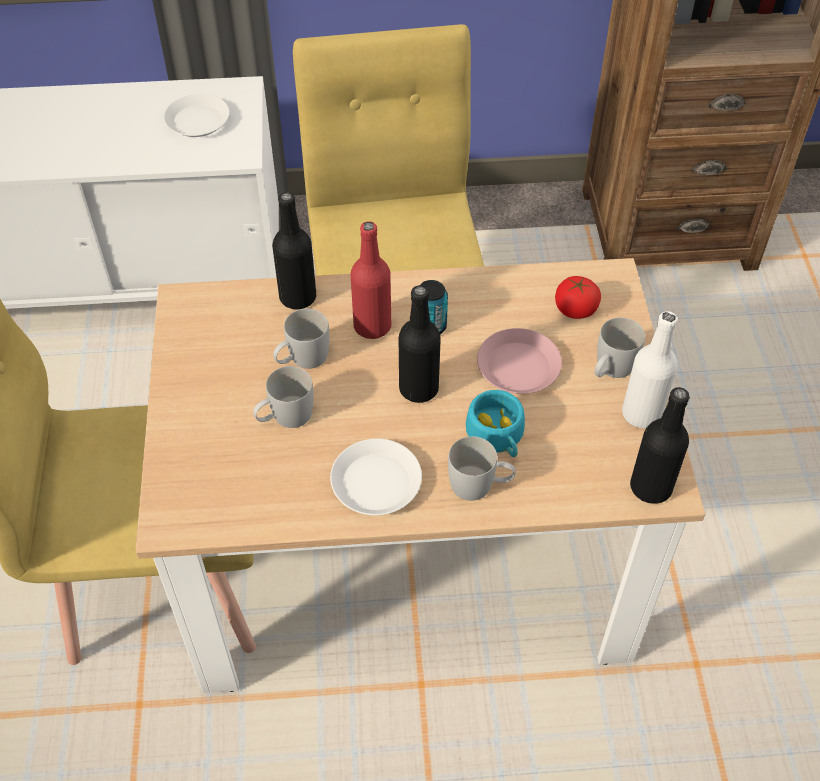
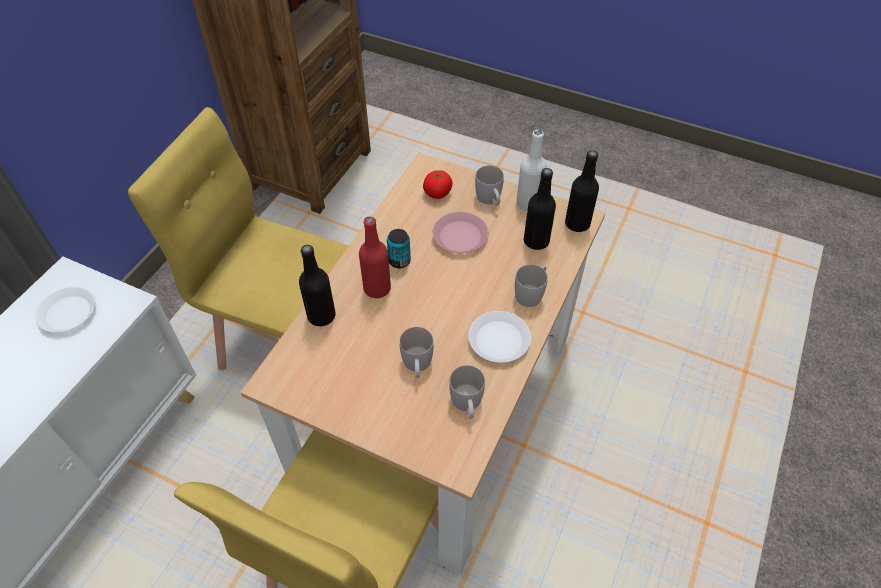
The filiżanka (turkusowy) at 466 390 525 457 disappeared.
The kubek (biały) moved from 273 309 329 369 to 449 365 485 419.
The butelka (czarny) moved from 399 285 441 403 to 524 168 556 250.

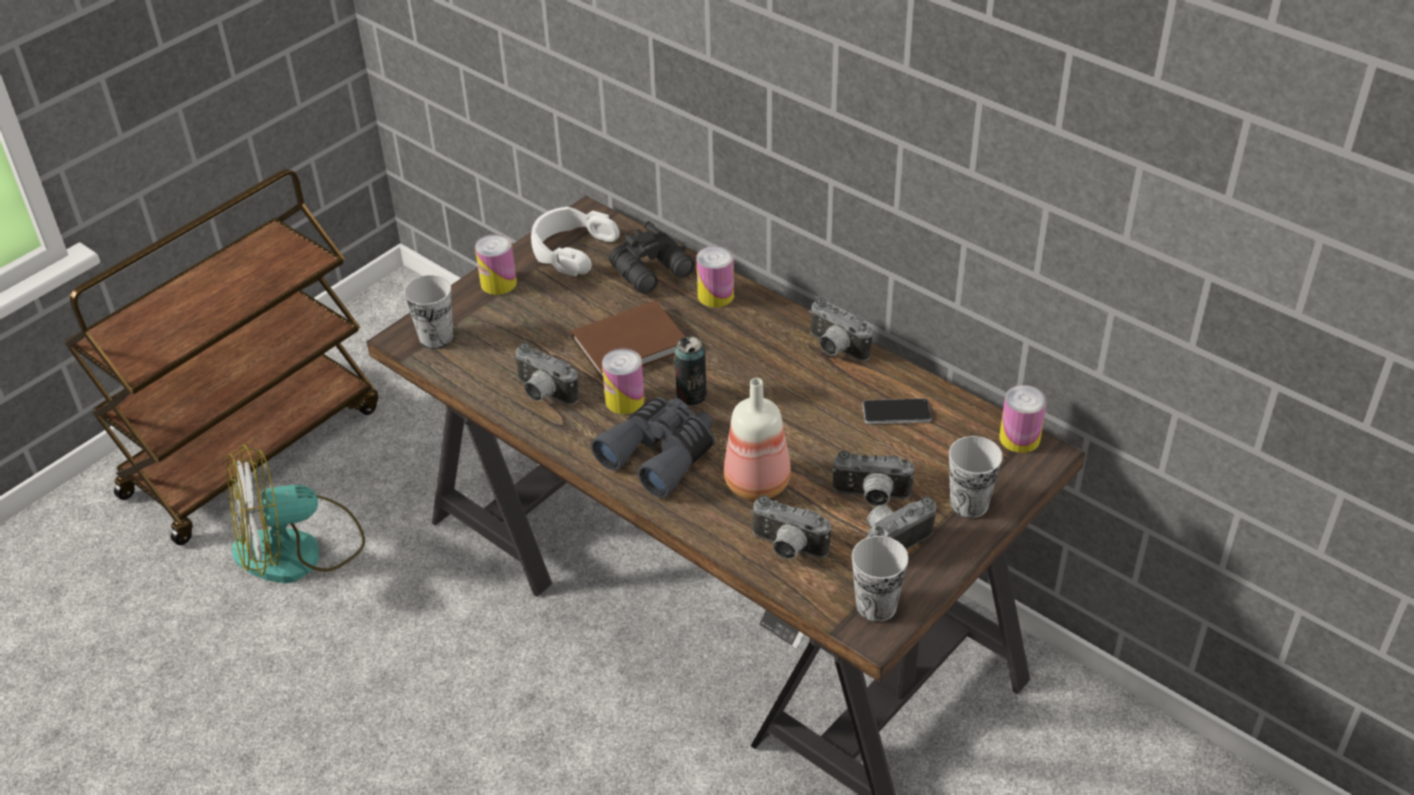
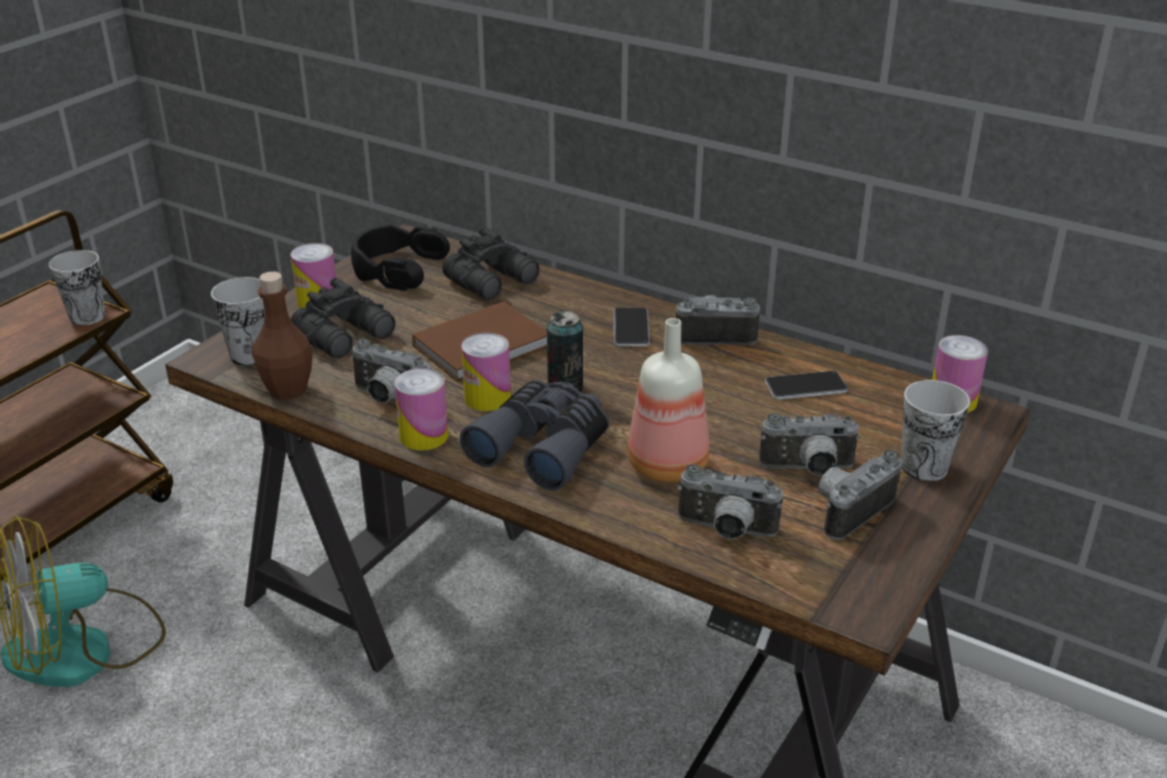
The butelka (brązowy) at 252 272 313 400 appeared.
The lornetka (czarny) at 291 278 396 358 appeared.
The telefon at 614 308 650 346 appeared.
The puszka moved from 697 246 734 307 to 394 368 449 451.
The filiżanka moved from 852 536 909 622 to 49 250 105 325.
The słuchawki (biały) at 531 207 620 276 became the słuchawki (czarny) at 351 224 450 291.
The aparat fotograficzny at 809 298 873 361 turned 150 degrees clockwise.

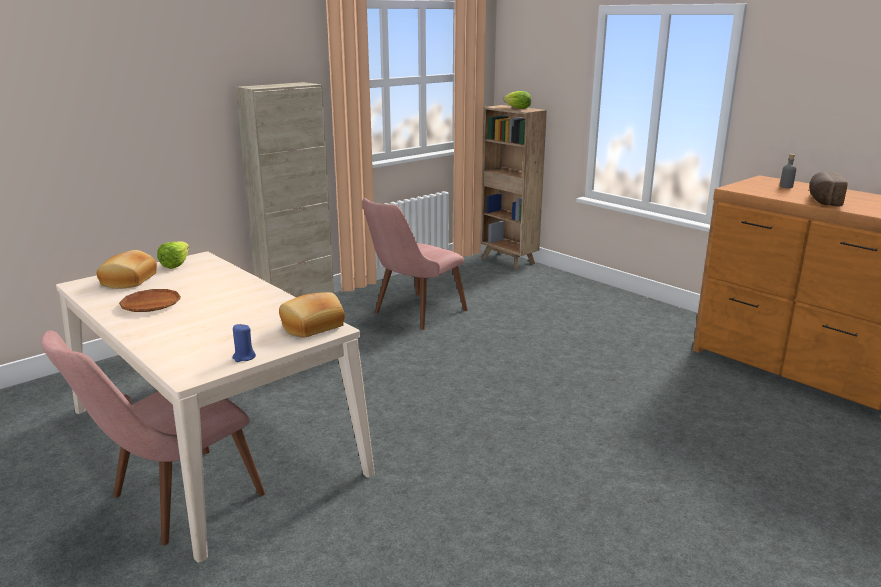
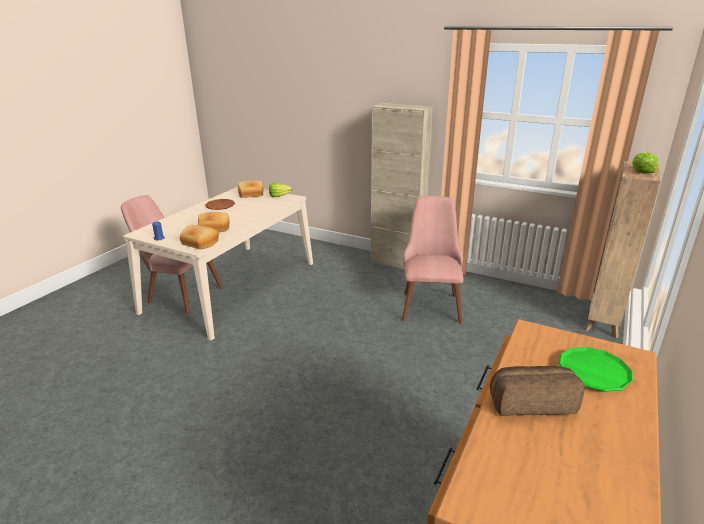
The chleb at 198 212 229 232 appeared.
The butelka (szary) at 780 154 796 188 was replaced by the talerz (zielony) at 559 347 633 392.
The krzesło (różowy) at 362 198 468 330 turned 75 degrees clockwise.

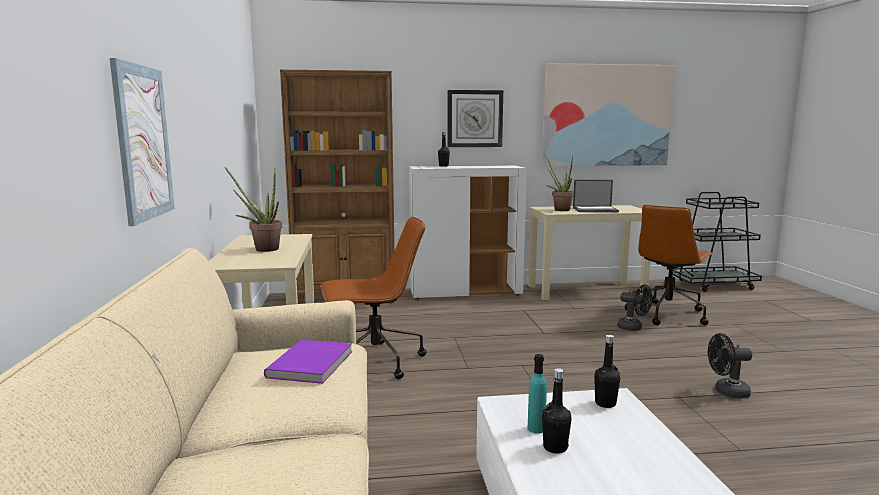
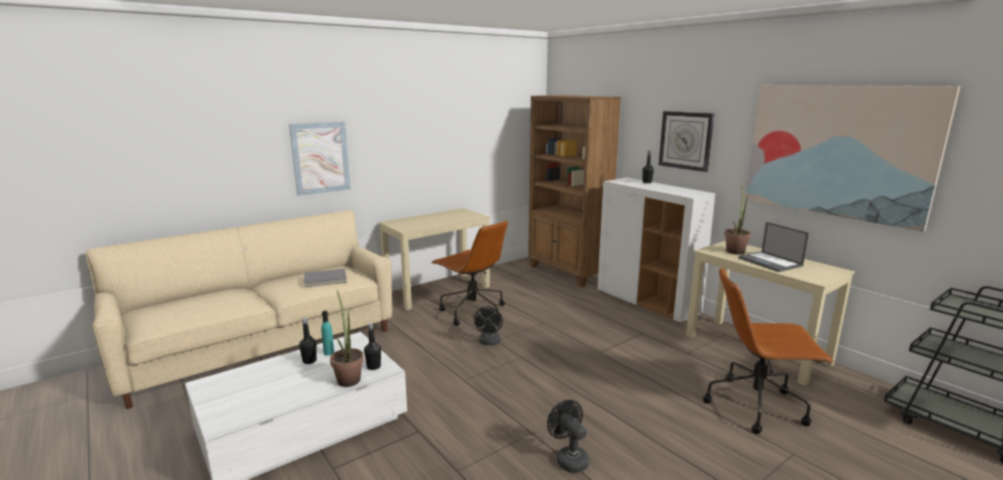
The roślina doniczkowa moved from 224 166 282 252 to 330 290 364 387.
The wentylator (czarny) moved from 617 285 652 331 to 474 306 503 345.
The książka (fioletowy) at 264 340 352 384 became the książka (szary) at 304 269 347 287.

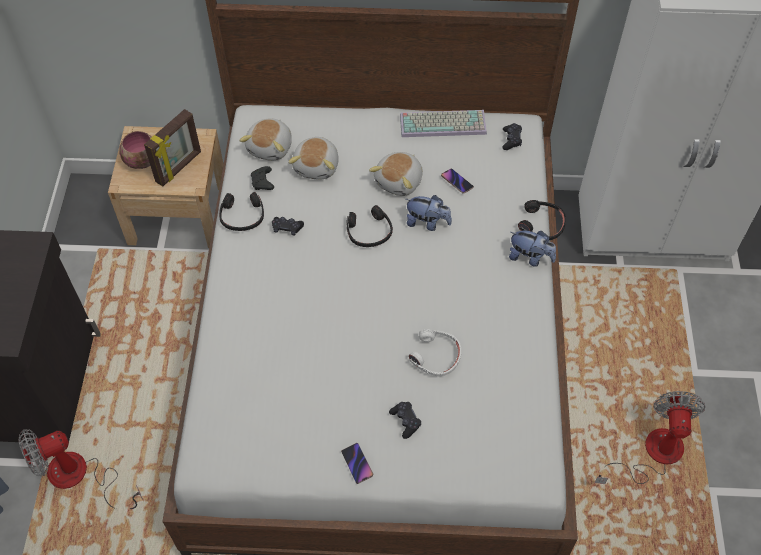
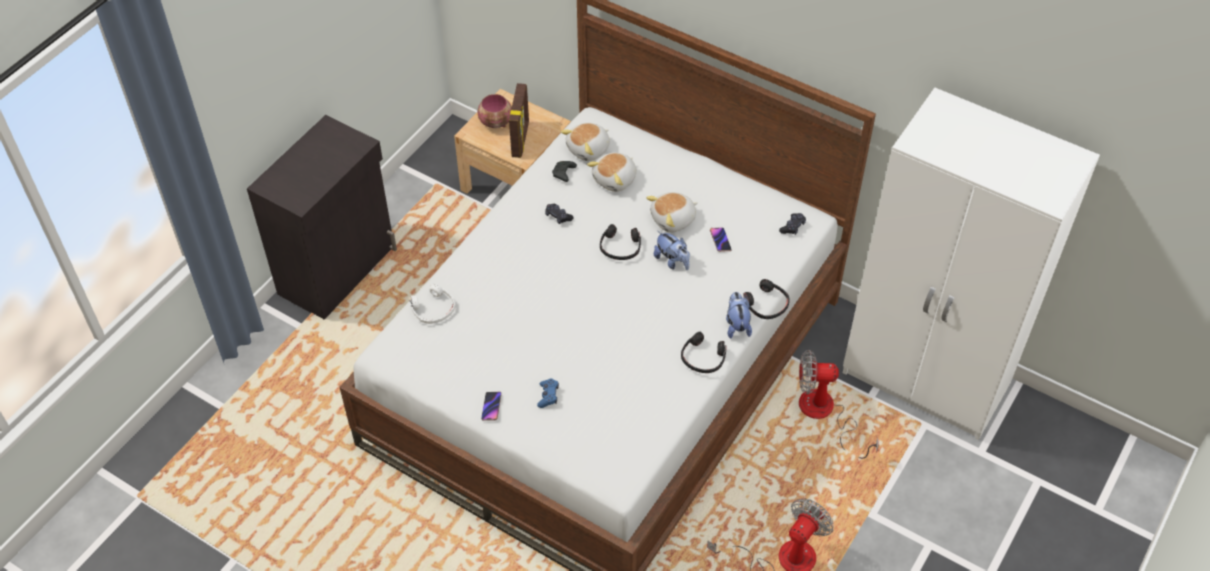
The klawiatura at 400 110 487 137 disappeared.
The wentylator moved from 18 429 143 509 to 799 350 879 459.
The słuchawki (czarny) moved from 219 192 264 231 to 681 332 727 373.
The słuchawki (biały) moved from 408 329 461 376 to 409 283 455 324.
The pad do gier (czarny) at 389 402 421 439 became the pad do gier (niebieski) at 537 379 559 408.
The ramka na zdjęcie at 144 109 201 186 turned 60 degrees counterclockwise.
The pluszak at 509 230 556 267 turned 150 degrees counterclockwise.

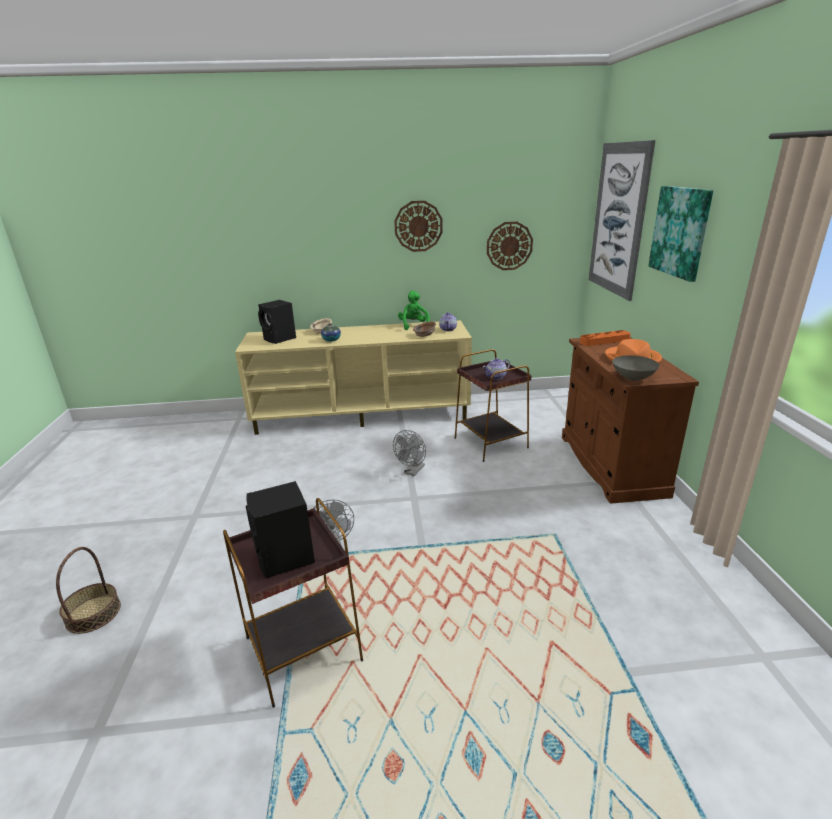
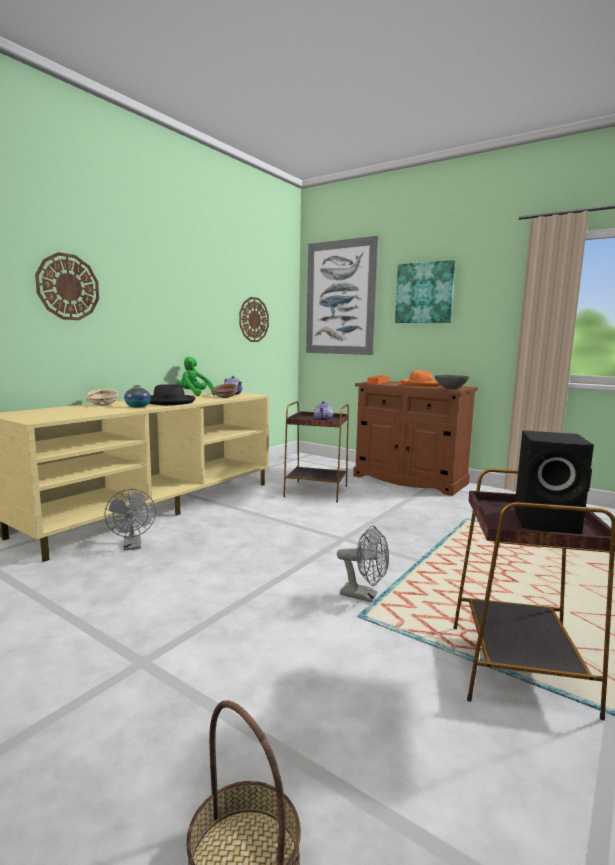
The głośnik (czarny) at 258 300 296 344 disappeared.
The kapelusz (czarny) at 149 384 196 405 appeared.
The wentylator (szary) moved from 393 430 426 476 to 104 489 156 550.
The zegar ścienny moved from 394 201 443 252 to 35 252 99 320.

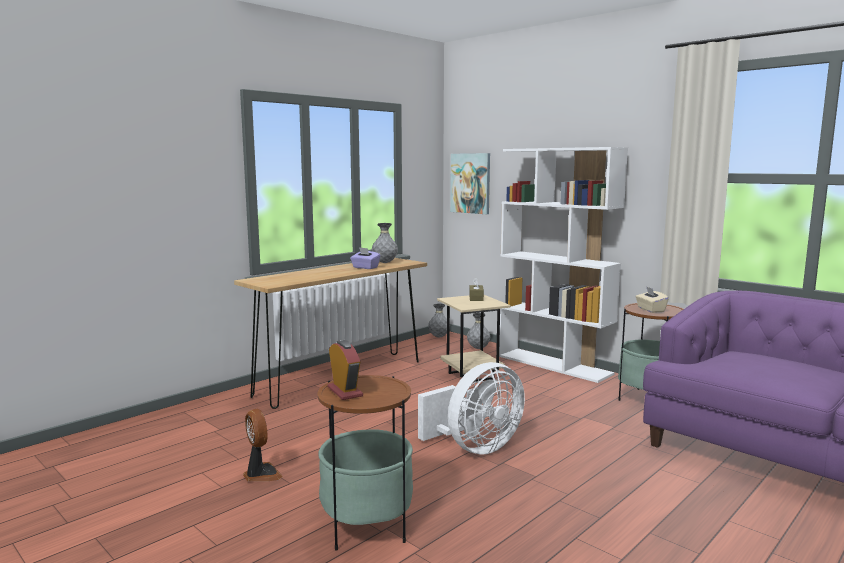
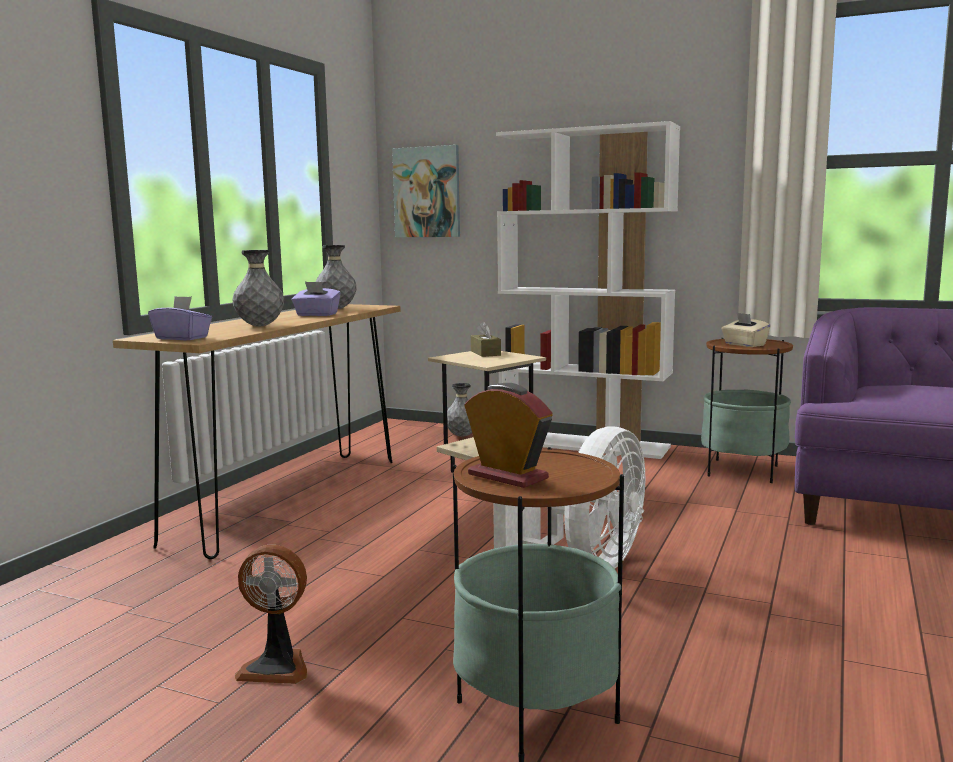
The pudełko chusteczek (fioletowy) at 148 296 212 340 appeared.
The wazon (szary) moved from 428 304 447 337 to 232 250 284 326.
The wentylator at 243 409 283 481 turned 150 degrees clockwise.

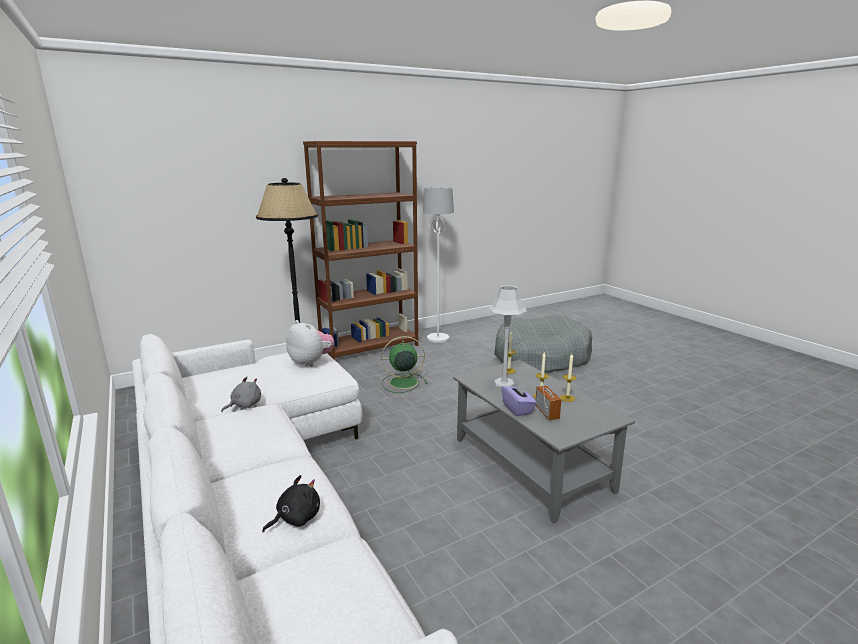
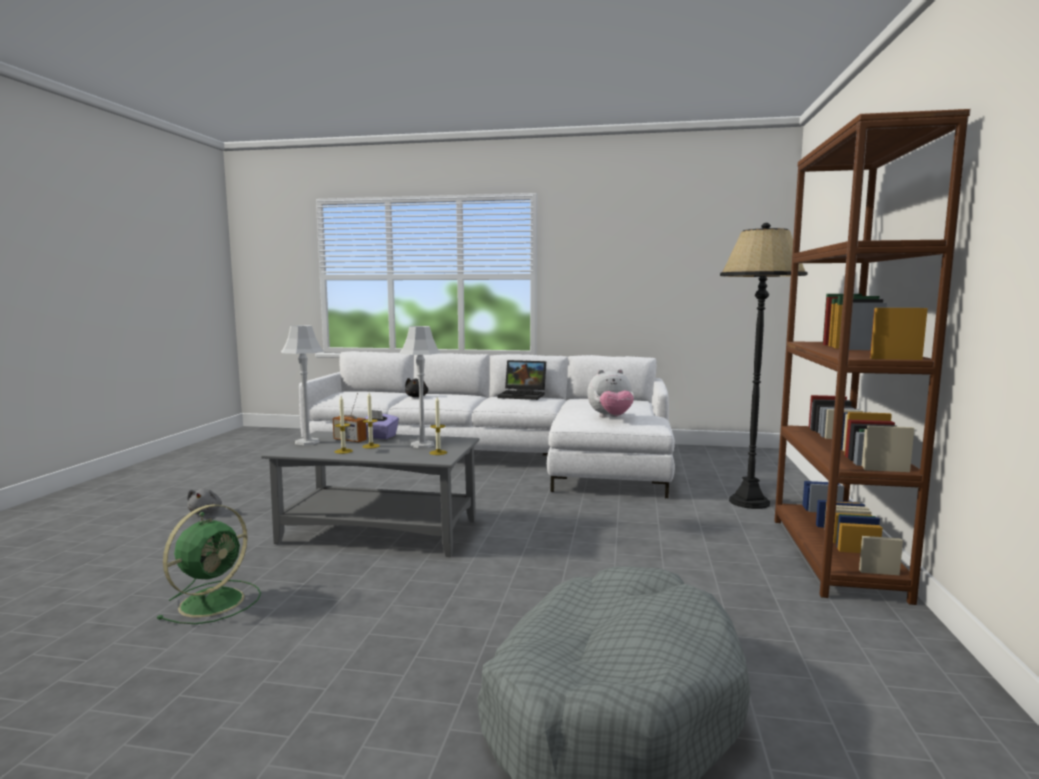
The lampa stojąca (biały) at 423 187 454 343 disappeared.
The lampa stołowa (szary) at 281 325 324 445 appeared.
The laptop at 497 360 546 400 appeared.
The pluszak (szary) moved from 221 376 261 412 to 187 489 222 514.
The wentylator (zielony) moved from 381 336 427 393 to 157 504 261 624.

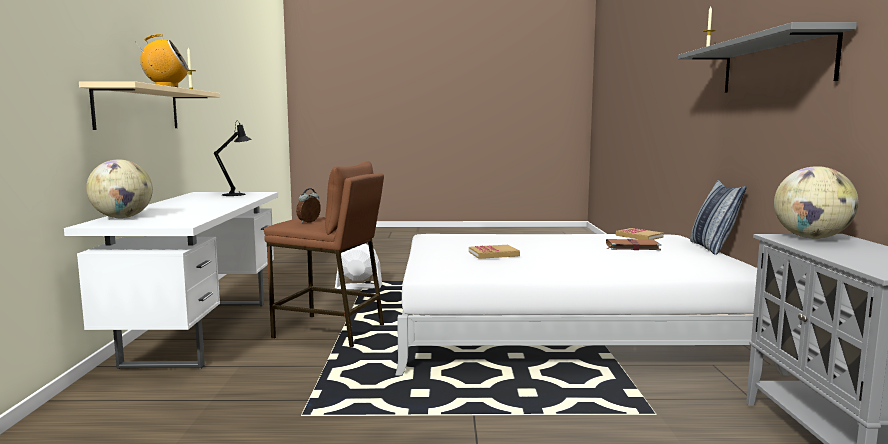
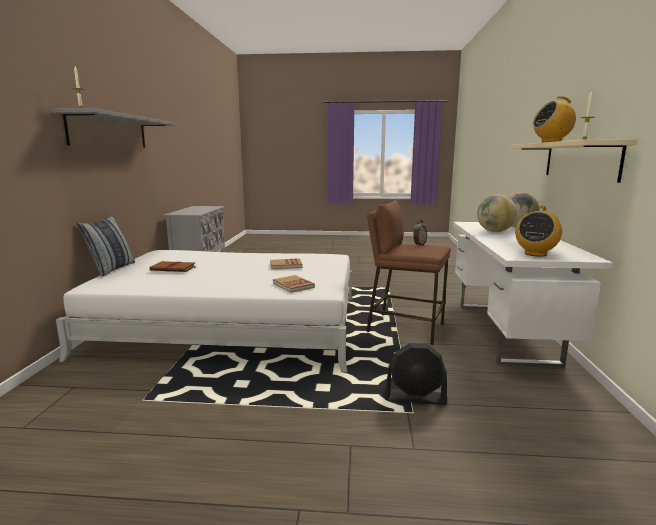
The książka moved from 616 228 664 240 to 273 275 315 293.
The globus moved from 774 166 858 239 to 477 195 517 232.
The lampa stołowa (czarny) at 214 121 251 196 was replaced by the radio at 515 206 562 256.
The wentylator (biały) at 335 244 382 289 became the wentylator (czarny) at 385 343 447 405.

